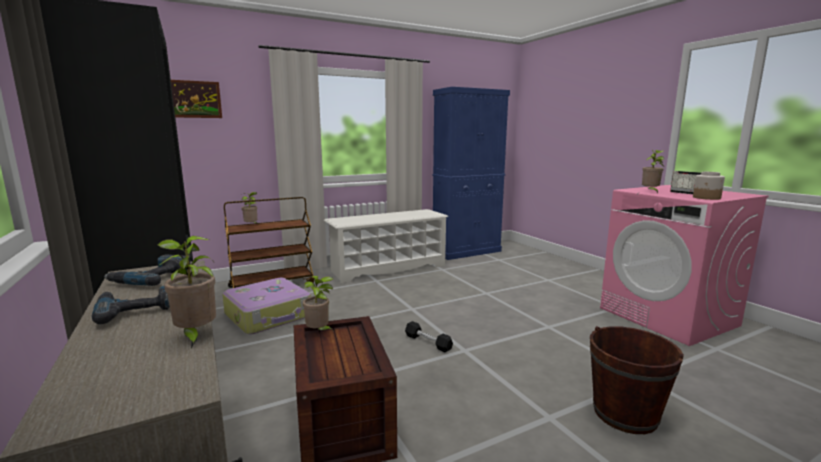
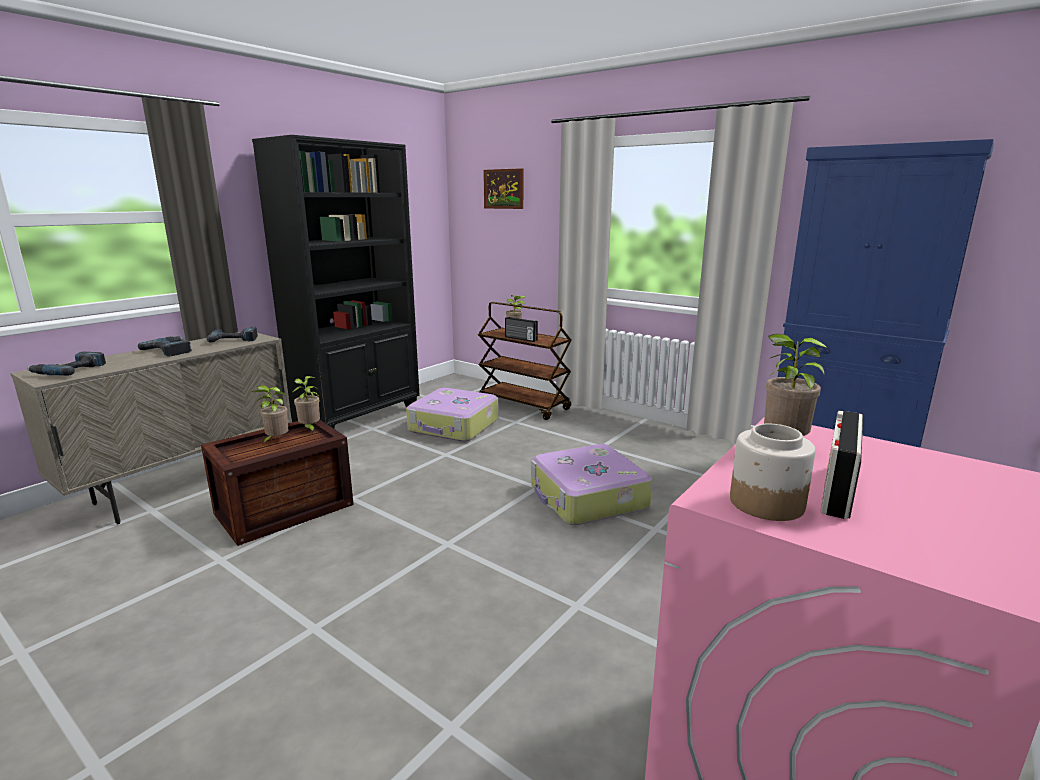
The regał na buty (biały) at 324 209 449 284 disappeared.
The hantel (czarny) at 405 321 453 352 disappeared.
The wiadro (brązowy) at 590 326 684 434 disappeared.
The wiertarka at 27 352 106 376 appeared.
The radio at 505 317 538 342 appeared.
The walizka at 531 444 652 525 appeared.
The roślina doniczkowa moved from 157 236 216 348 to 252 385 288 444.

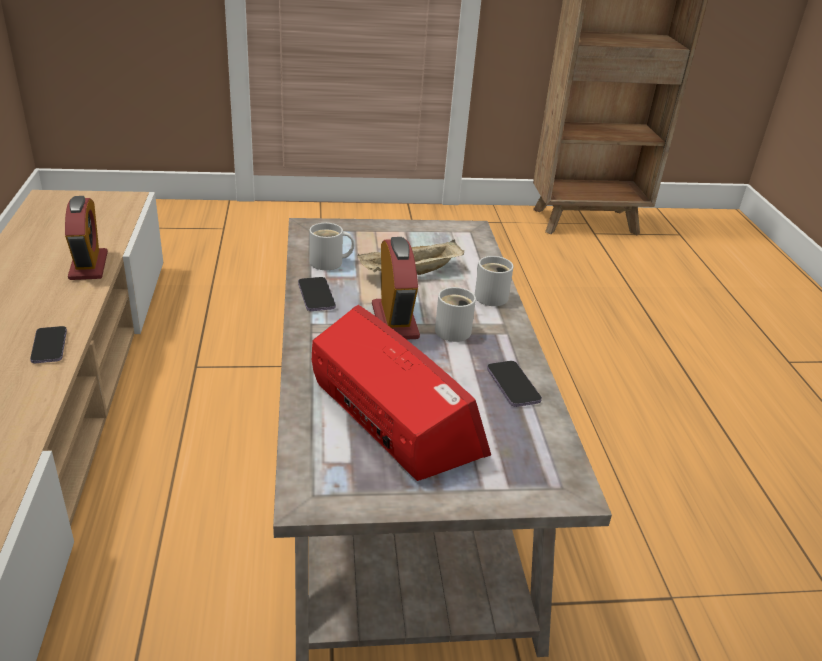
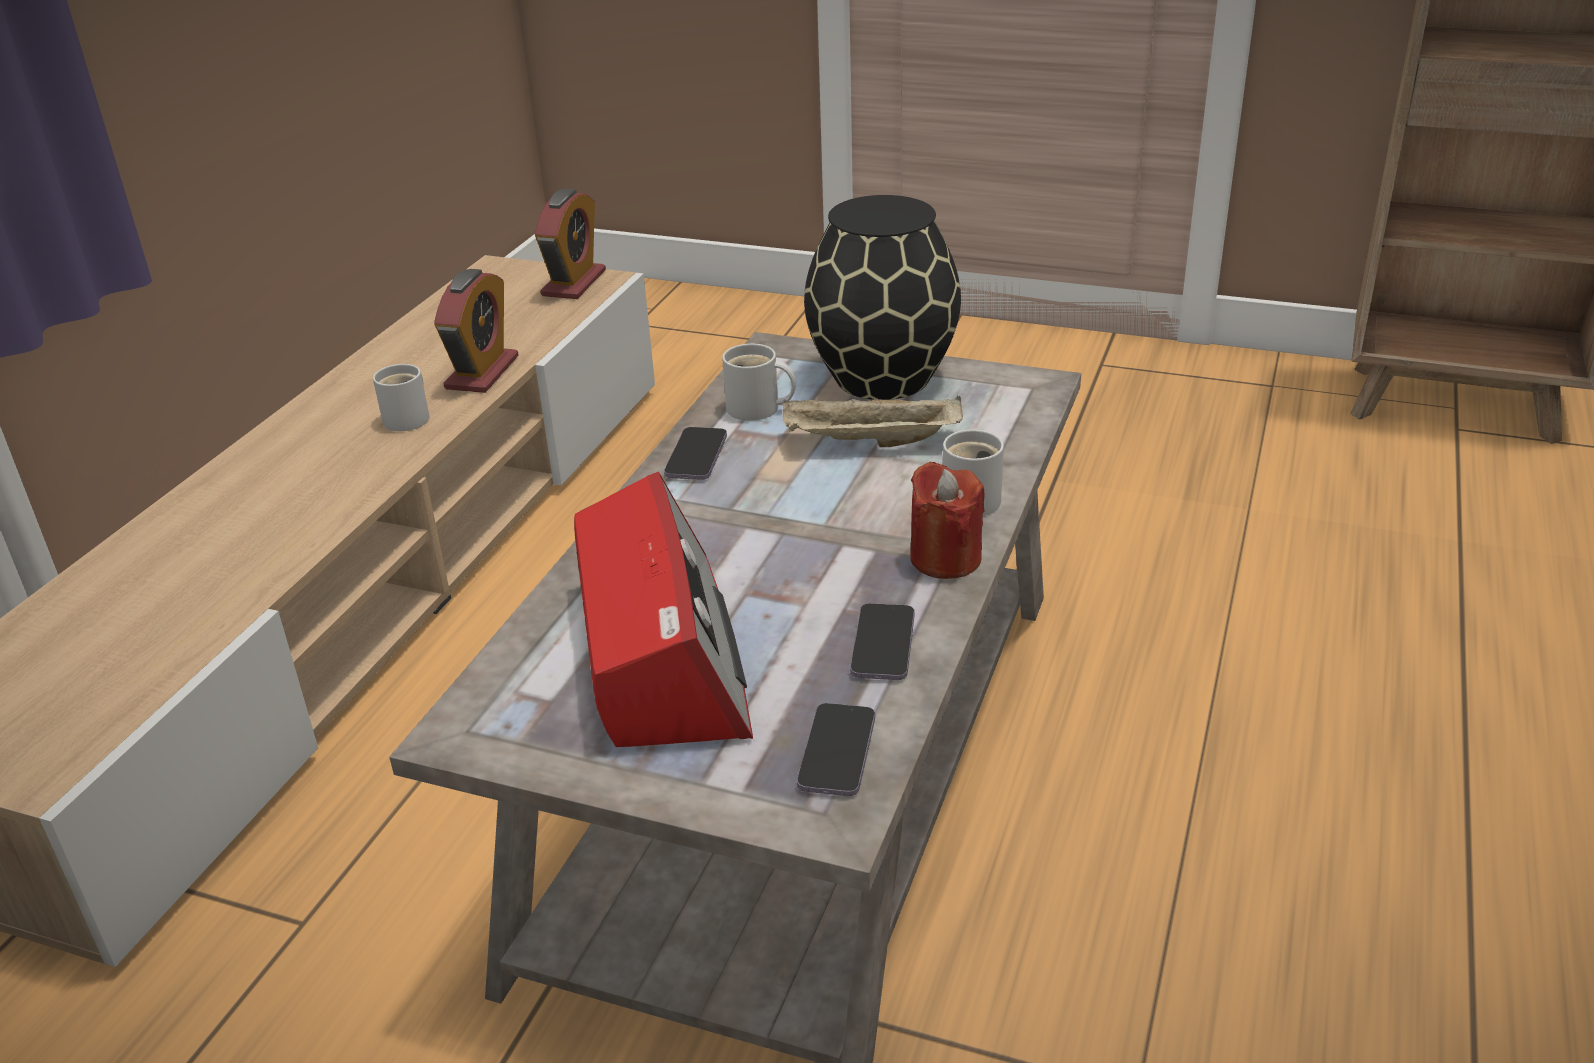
The wazon (czarny) at 804 195 961 400 appeared.
The świeca (czerwony) at 910 462 984 579 appeared.
The telefon moved from 30 326 67 363 to 797 703 875 796.
The budzik moved from 372 237 420 340 to 535 189 606 299.
The kubek (biały) moved from 435 287 476 342 to 373 364 430 431.

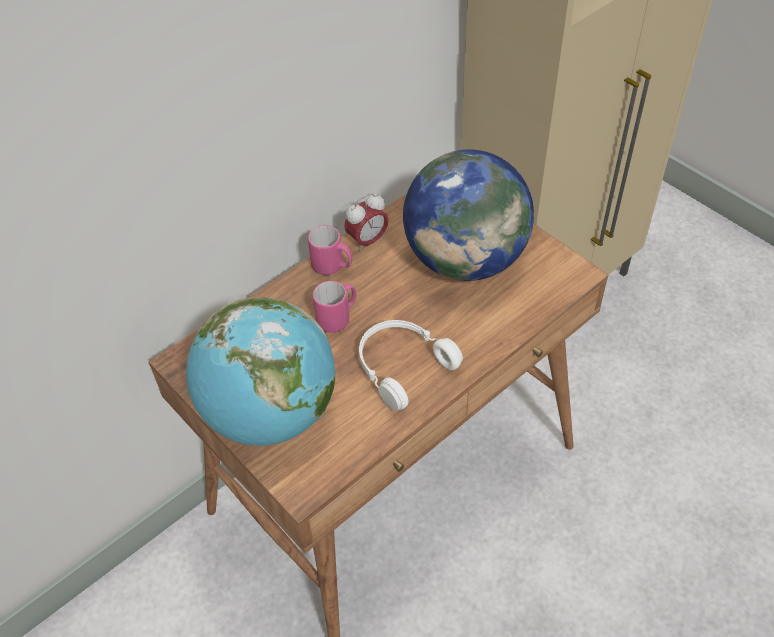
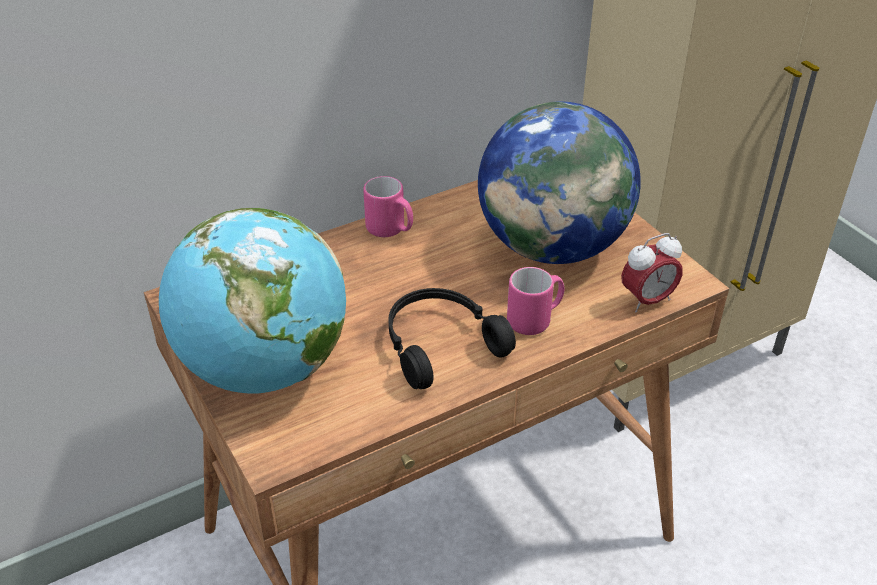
The kubek (różowy) moved from 313 281 356 333 to 507 267 564 335.
The budzik moved from 344 193 389 252 to 621 233 683 312.
The słuchawki (biały) at 359 320 463 411 became the słuchawki (czarny) at 388 288 516 389.

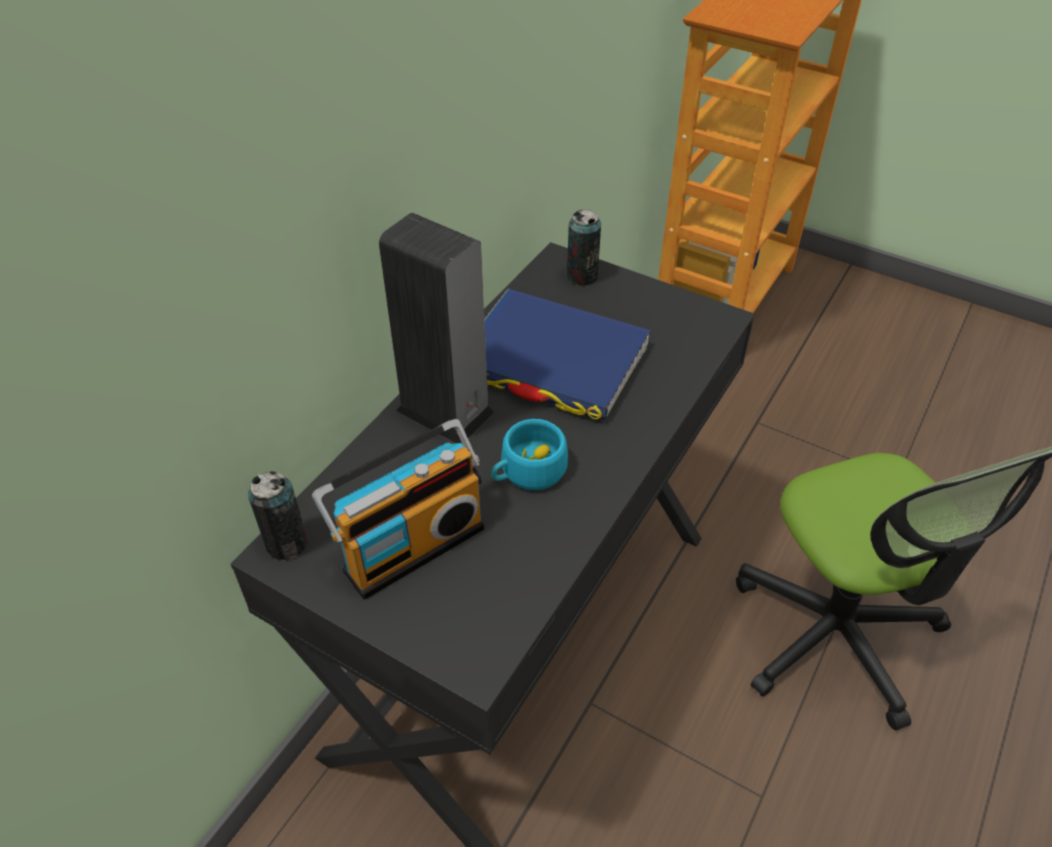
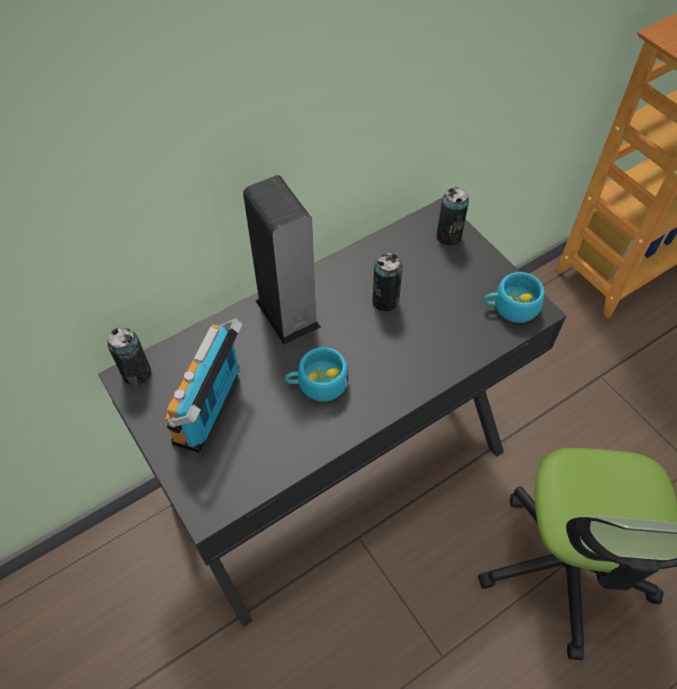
The filiżanka (turkusowy) at 484 272 545 323 appeared.
The książka (niebieski) at 484 288 651 421 was replaced by the puszka at 372 253 403 312.
The radio at 312 419 485 600 turned 120 degrees clockwise.

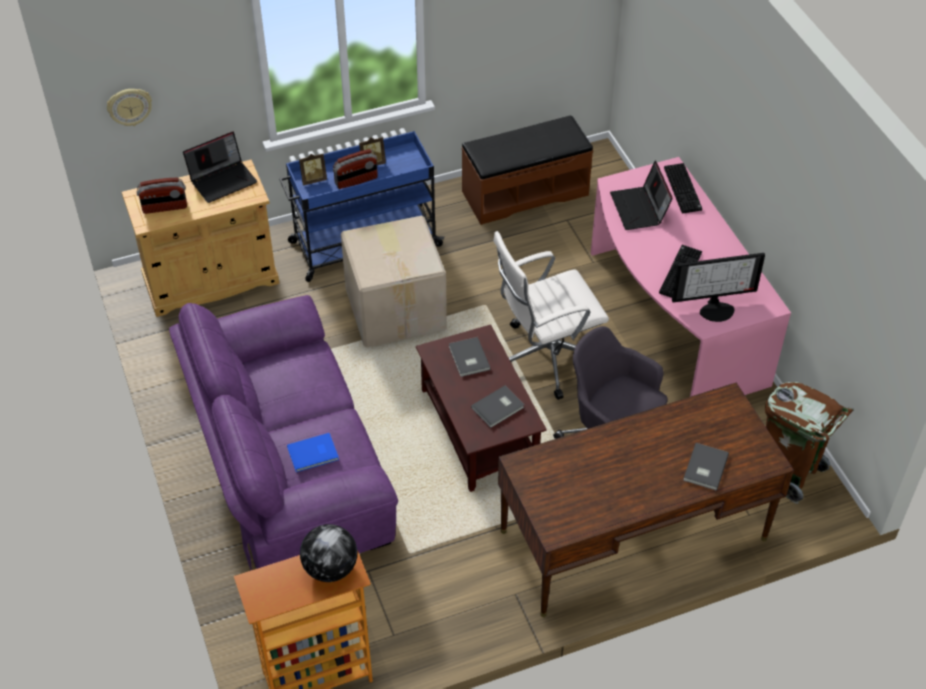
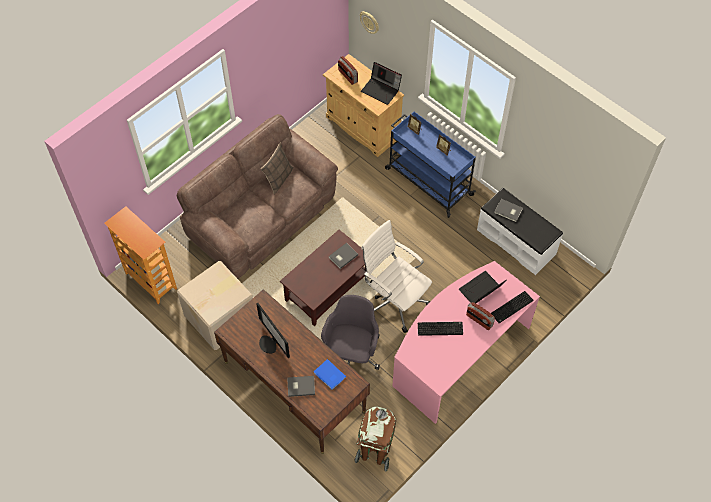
The globus at 300 524 357 582 disappeared.
The poduszka at 260 142 294 194 appeared.
The książka (niebieski) moved from 287 433 339 472 to 314 359 346 390.
The radio moved from 333 149 378 189 to 466 302 495 330.
The karton moved from 341 216 447 347 to 177 261 253 350.
The książka (szary) moved from 471 385 525 428 to 494 199 523 222.
The monitor moved from 672 253 765 322 to 256 303 290 358.
The kanapa (fioletowy) at 169 295 398 570 became the kanapa (brązowy) at 177 114 338 279.
The ławka (brązowy) at 462 115 593 225 became the ławka (biały) at 477 188 563 275.

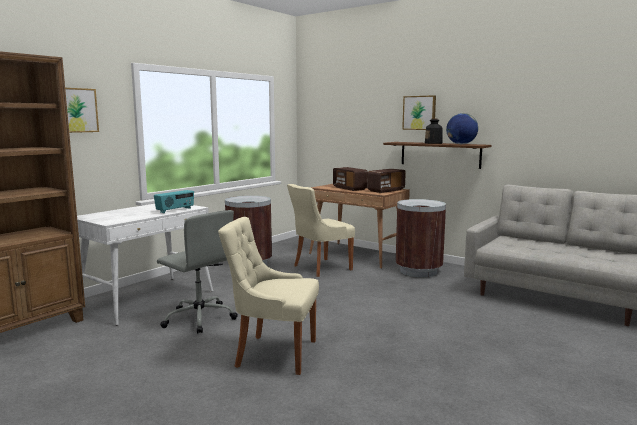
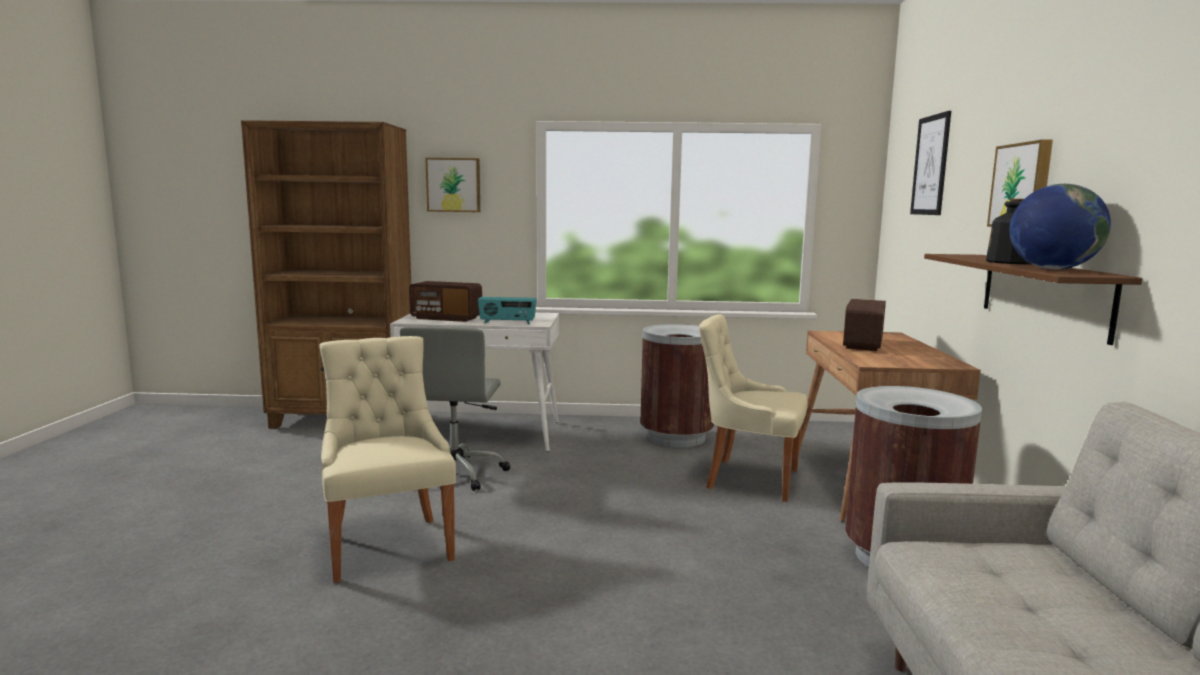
The obraz at 910 111 951 215 appeared.
The radio moved from 367 169 406 193 to 409 281 482 322.

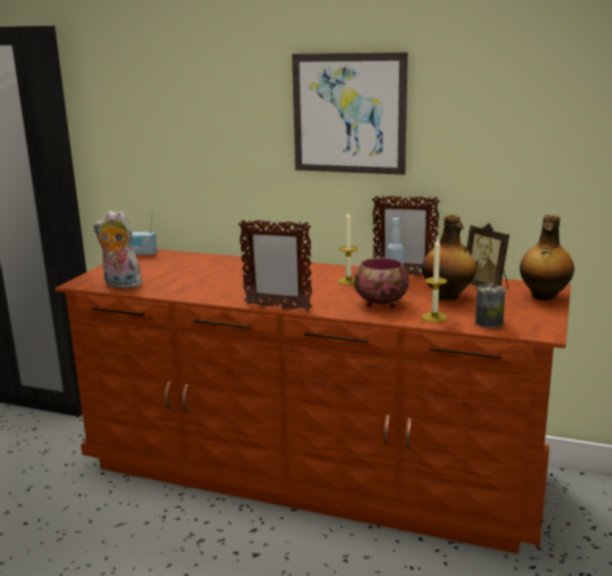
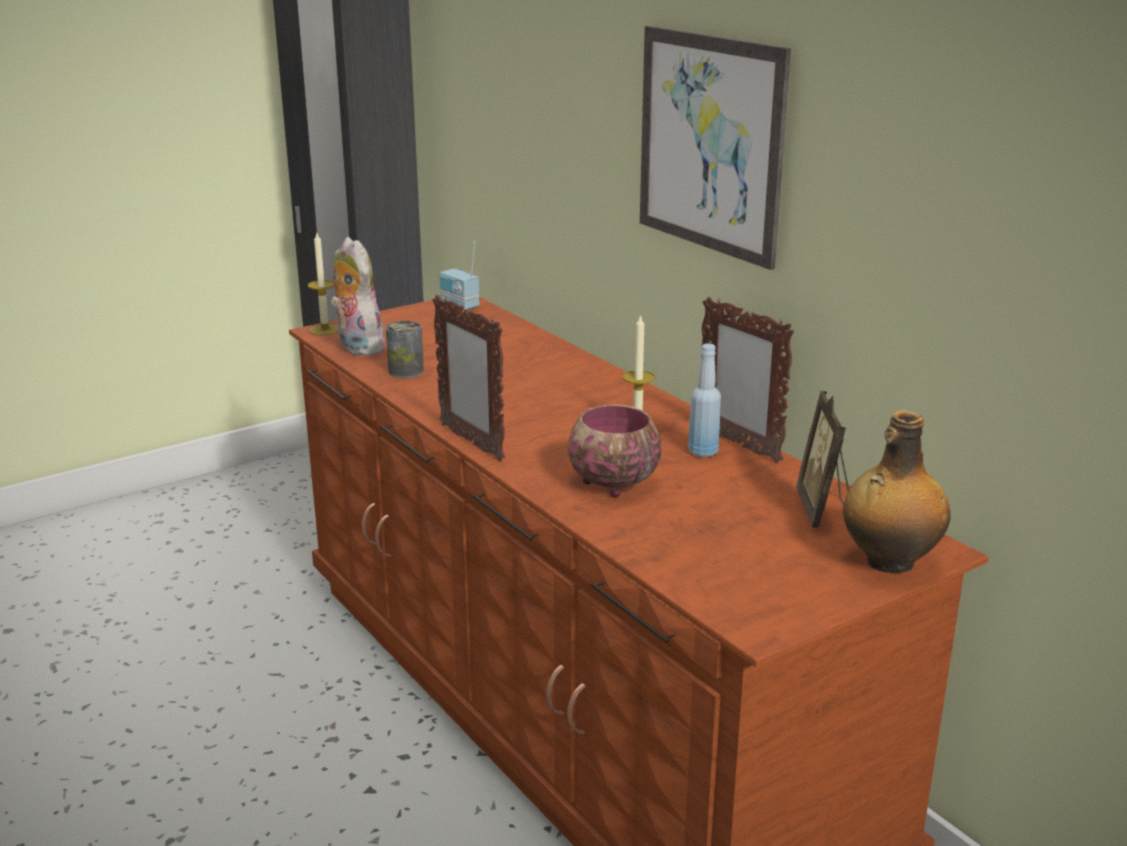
The butelka at 422 215 476 301 disappeared.
The świeca moved from 422 237 448 322 to 308 231 338 336.
The puszka moved from 475 284 506 328 to 386 321 424 378.

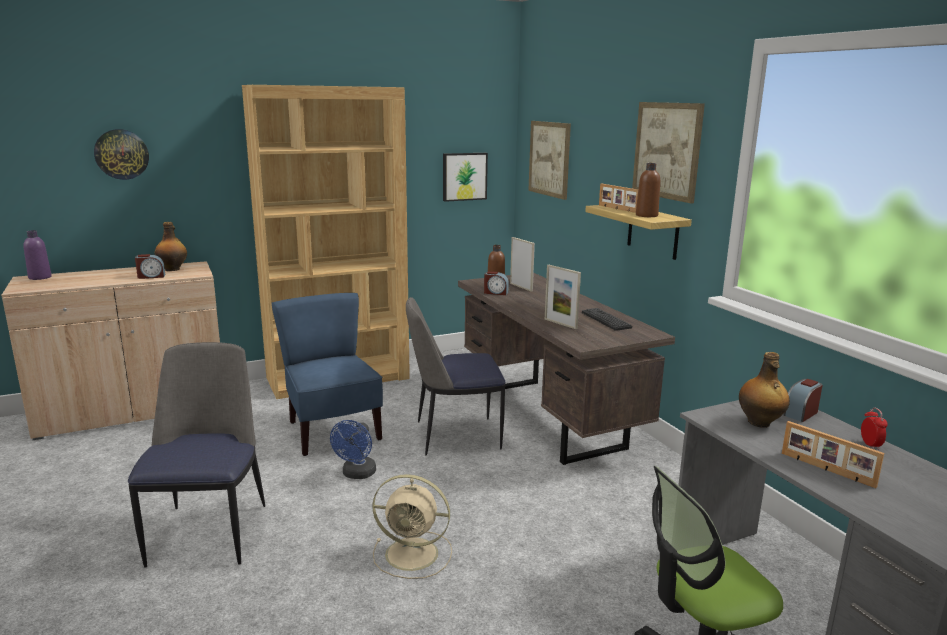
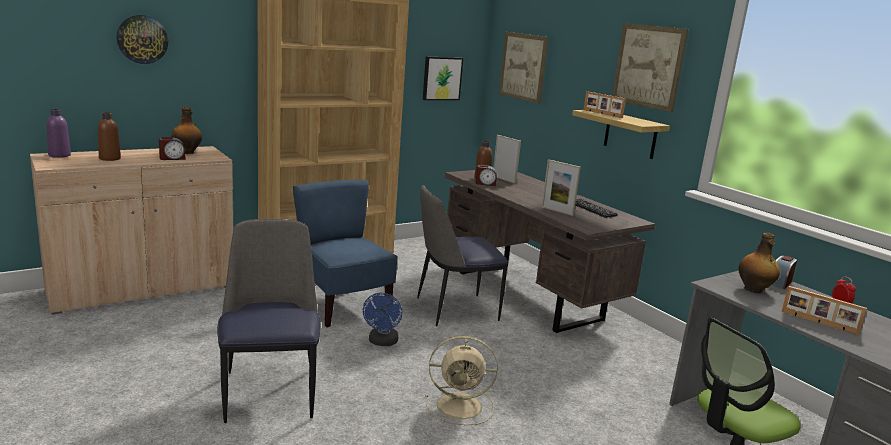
The butelka (brązowy) moved from 636 163 660 217 to 98 112 121 161.

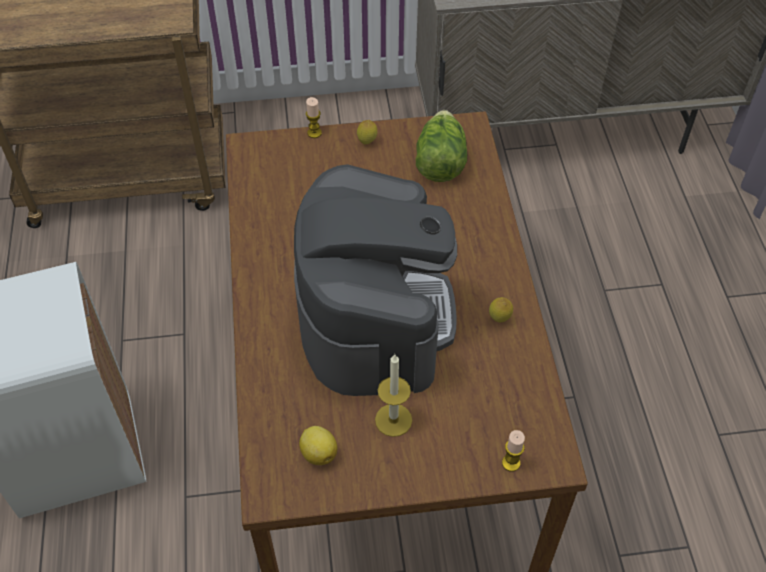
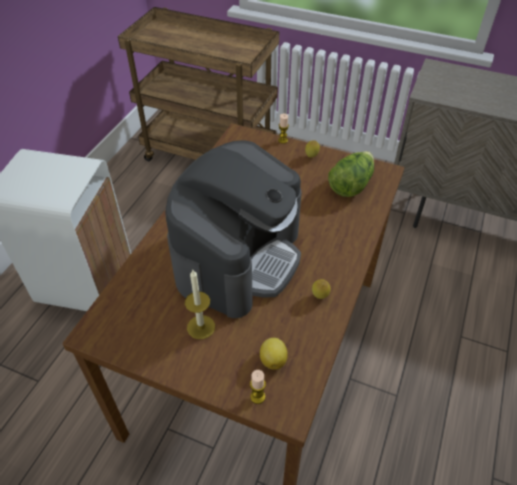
The cytryna moved from 299 426 337 465 to 260 338 288 370.

